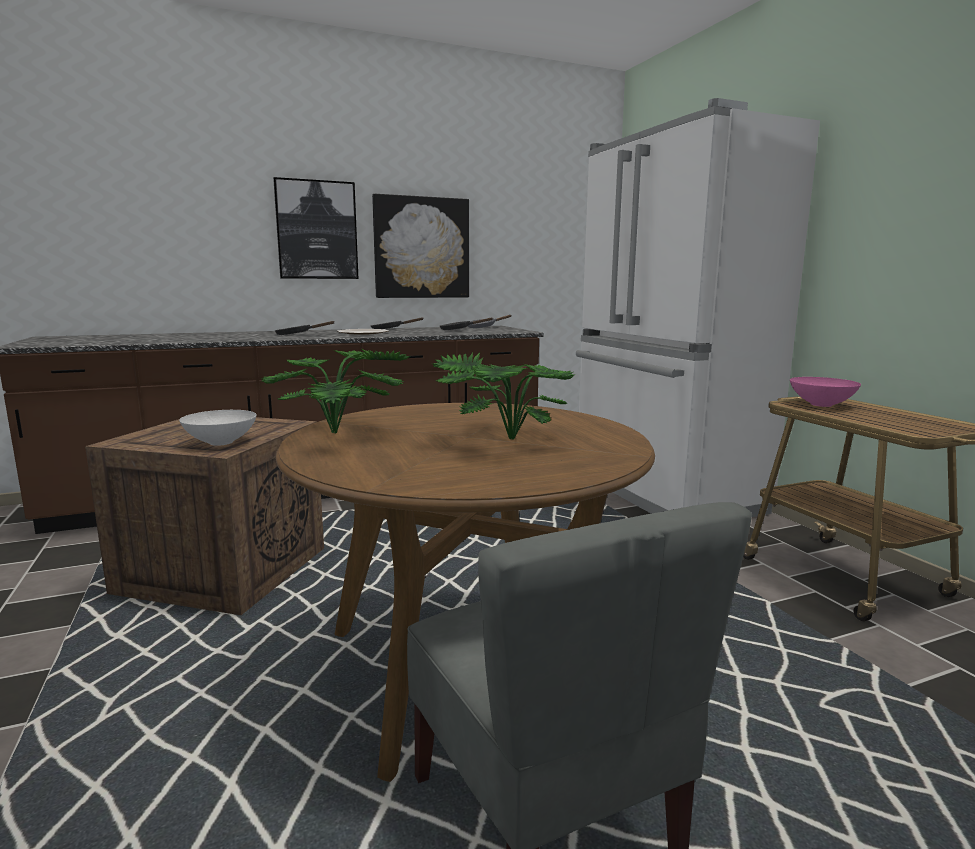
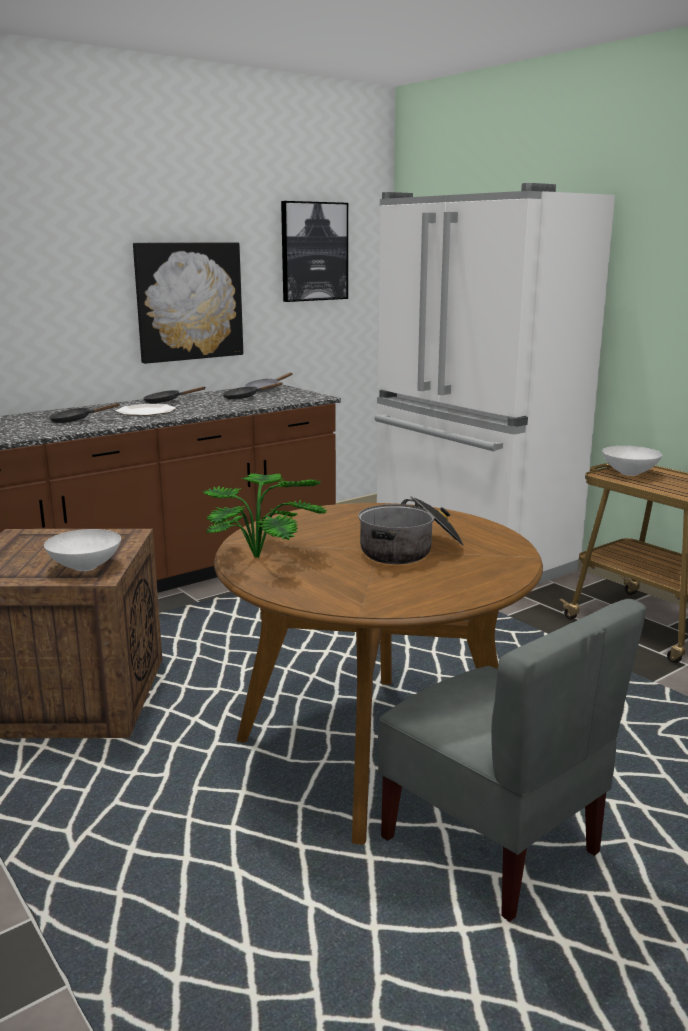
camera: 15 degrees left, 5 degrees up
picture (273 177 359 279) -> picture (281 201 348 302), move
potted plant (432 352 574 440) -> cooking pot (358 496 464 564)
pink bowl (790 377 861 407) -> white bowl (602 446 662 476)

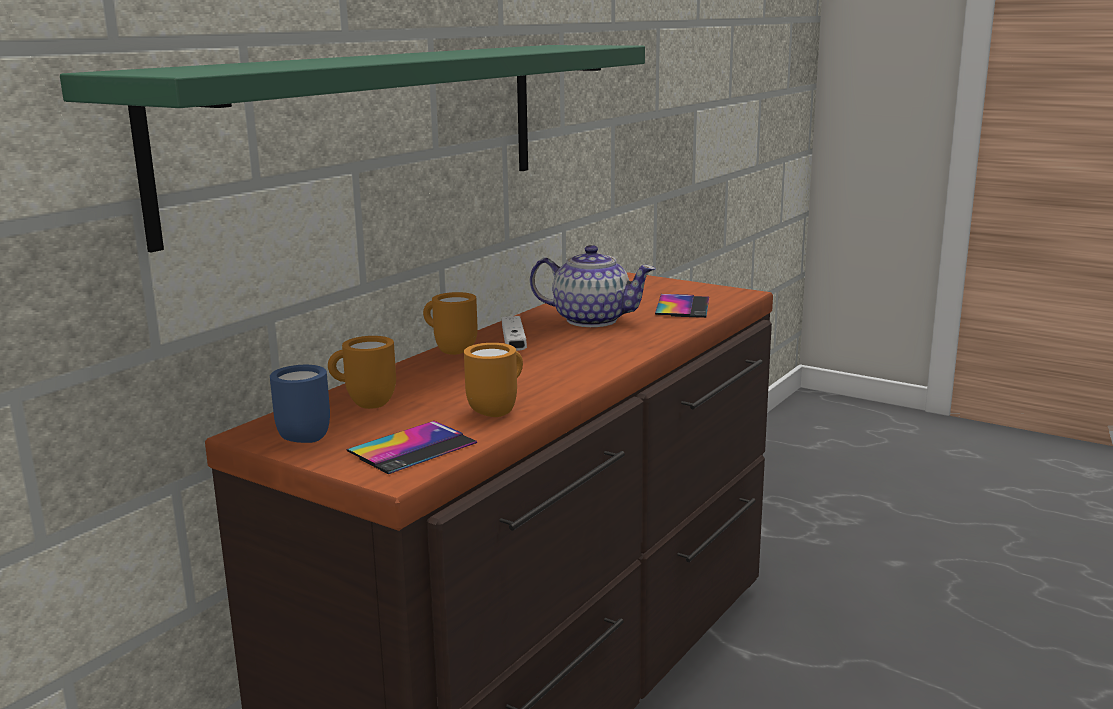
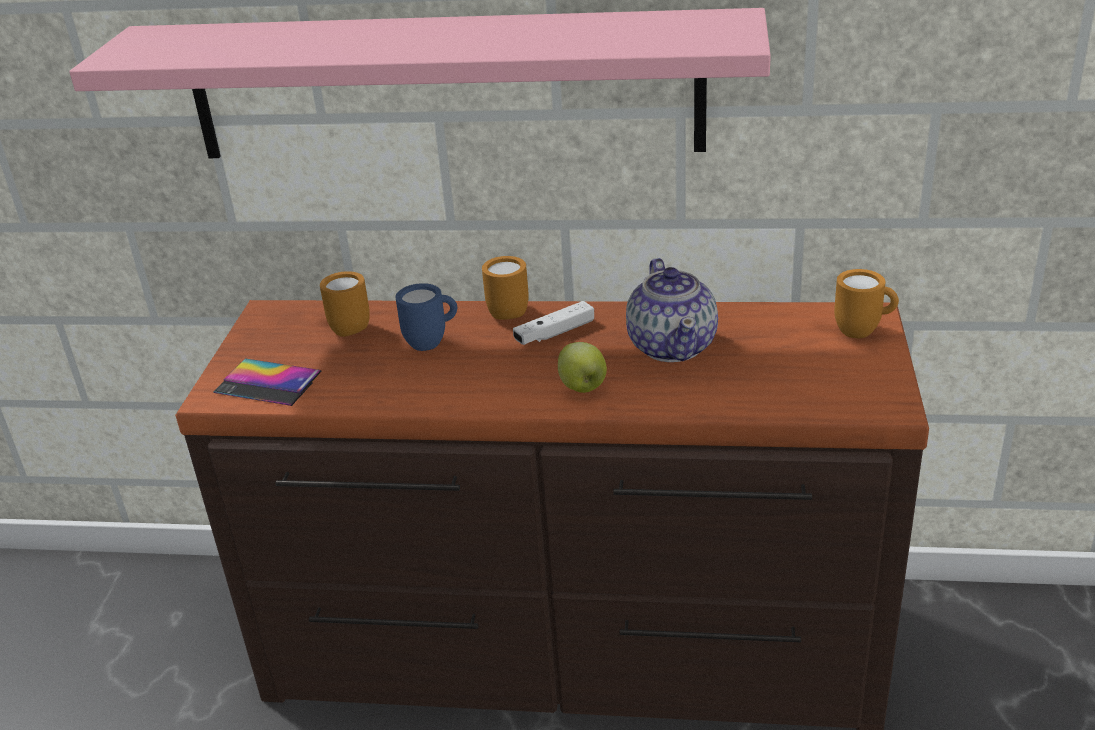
camera: 65 degrees right, 15 degrees up
green shelf (60 45 645 253) -> pink shelf (69 8 771 158)
blue mug (270 365 330 443) -> blue mug (396 283 457 351), move
none -> apple (558 342 607 393)
orange mug (464 343 523 417) -> orange mug (834 269 899 338), move
phone (655 294 709 318) -> none

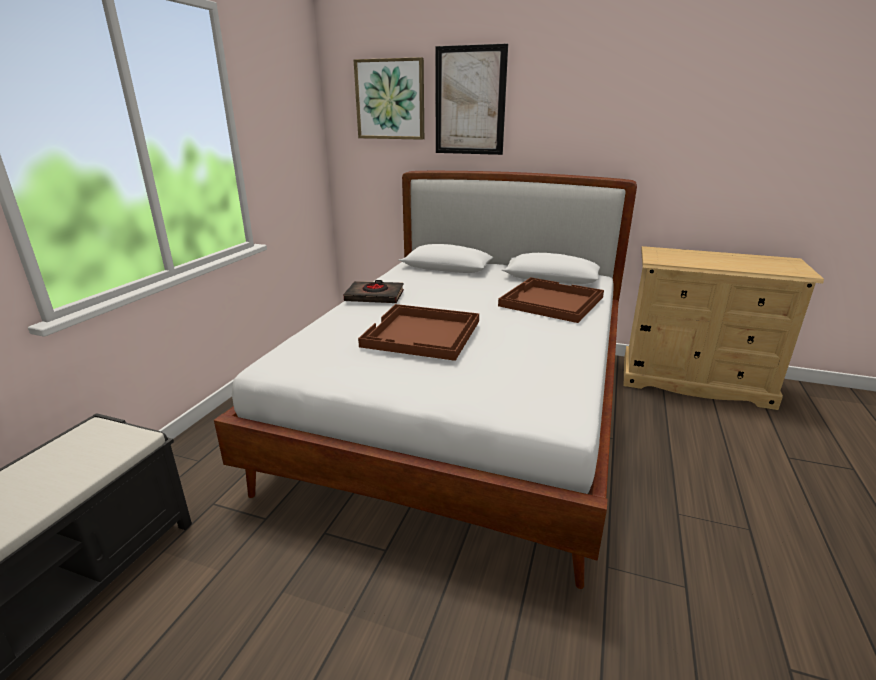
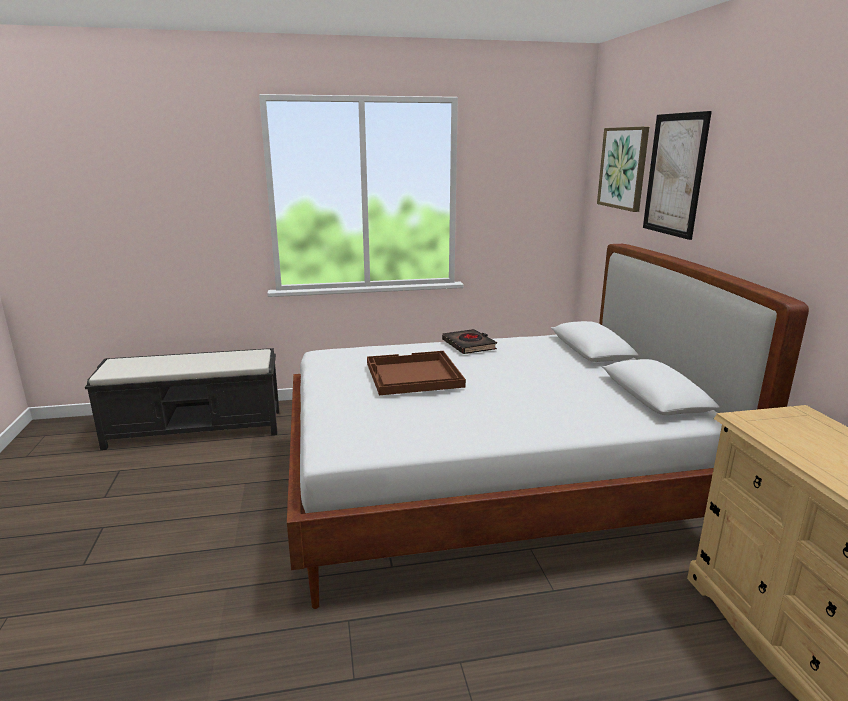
camera: 60 degrees right, 5 degrees down
brown tray (498 277 604 323) -> none

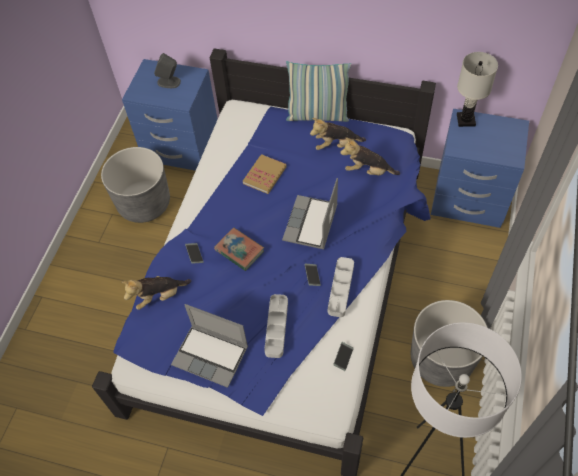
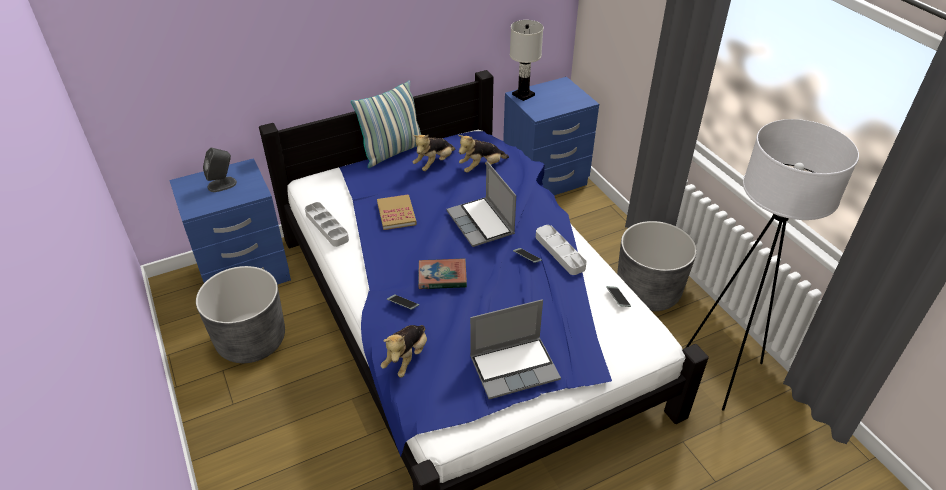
camera: 45 degrees left, 15 degrees down
grey tray (264 294 288 358) -> grey tray (305 202 349 247), move

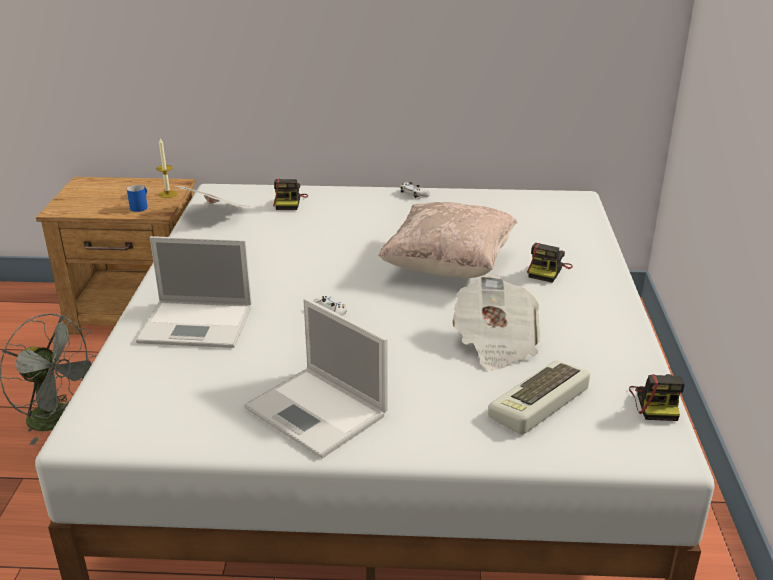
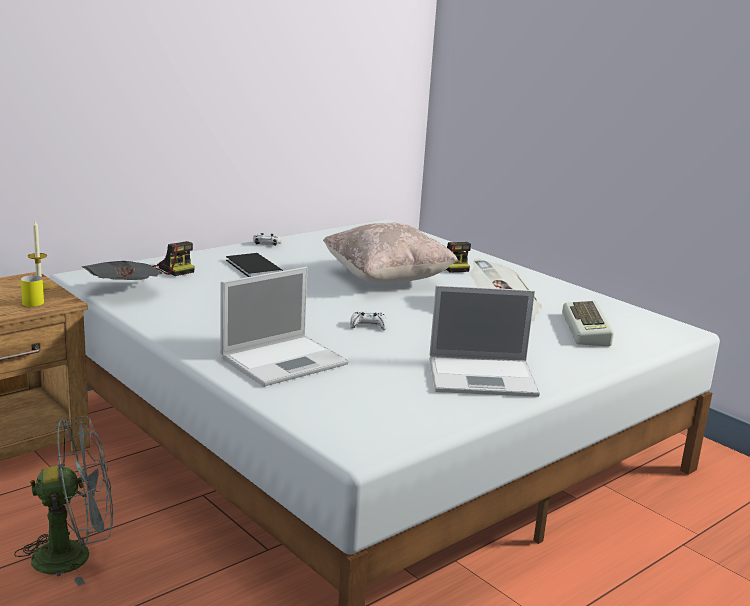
camera: 45 degrees left, 10 degrees down
blue mug (127 185 148 212) -> yellow mug (21 275 44 307)
none -> black book (226 253 283 277)
photo camera (629 374 685 421) -> none

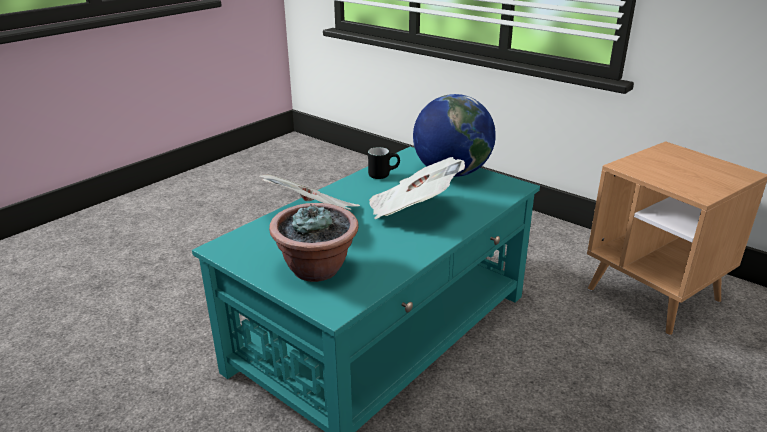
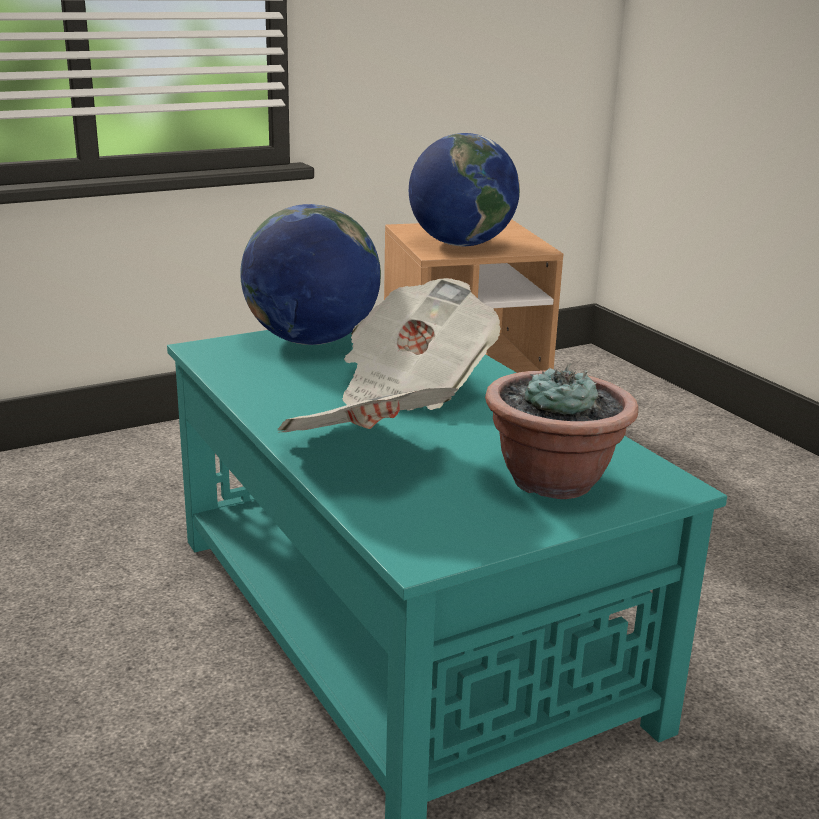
camera: 70 degrees left, 5 degrees down
none -> globe (409 133 520 246)
black mug (368 147 400 179) -> none

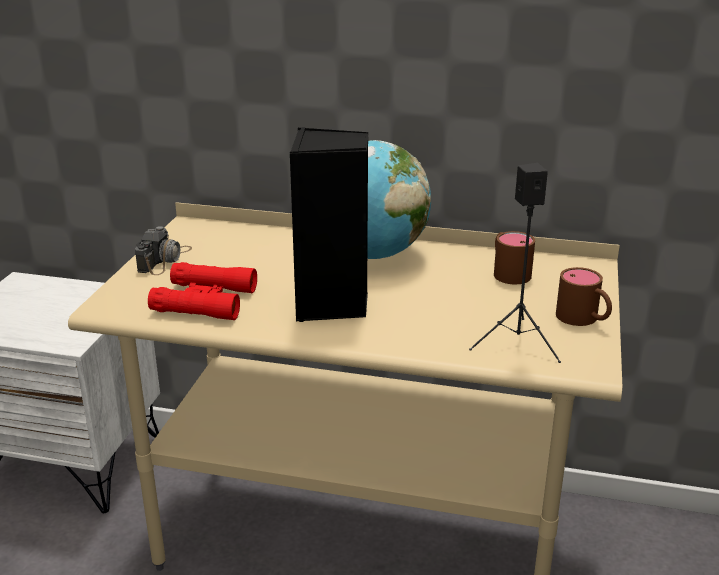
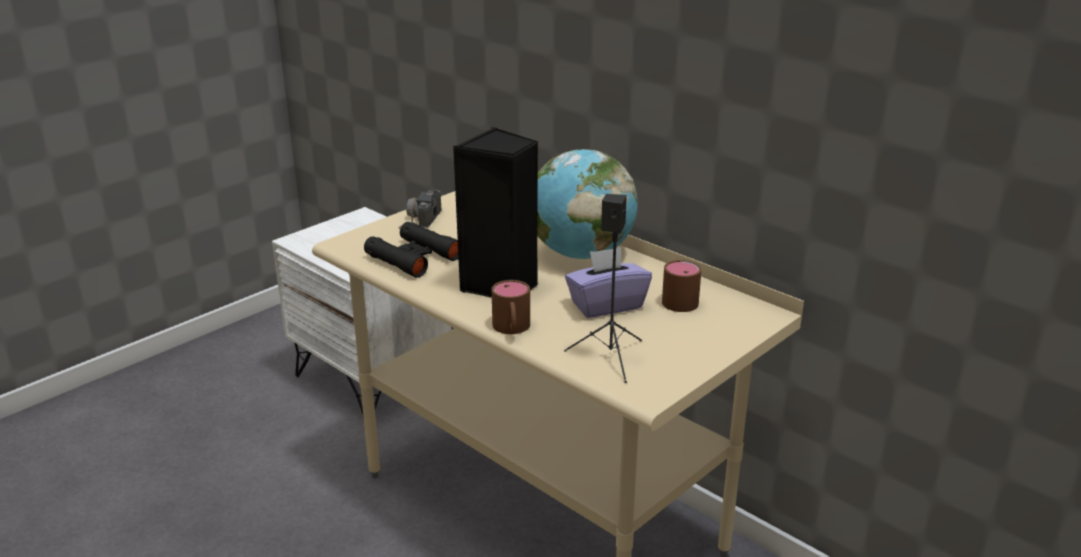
camera: 30 degrees right, 0 degrees up
red binoculars (148 262 257 320) -> black binoculars (364 222 458 278)
photo camera (135 226 192 275) -> photo camera (399 189 442 230), 150 degrees clockwise
brown mug (556 267 612 326) -> brown mug (491 280 530 334), move
none -> purple tissue box (565 247 652 318)

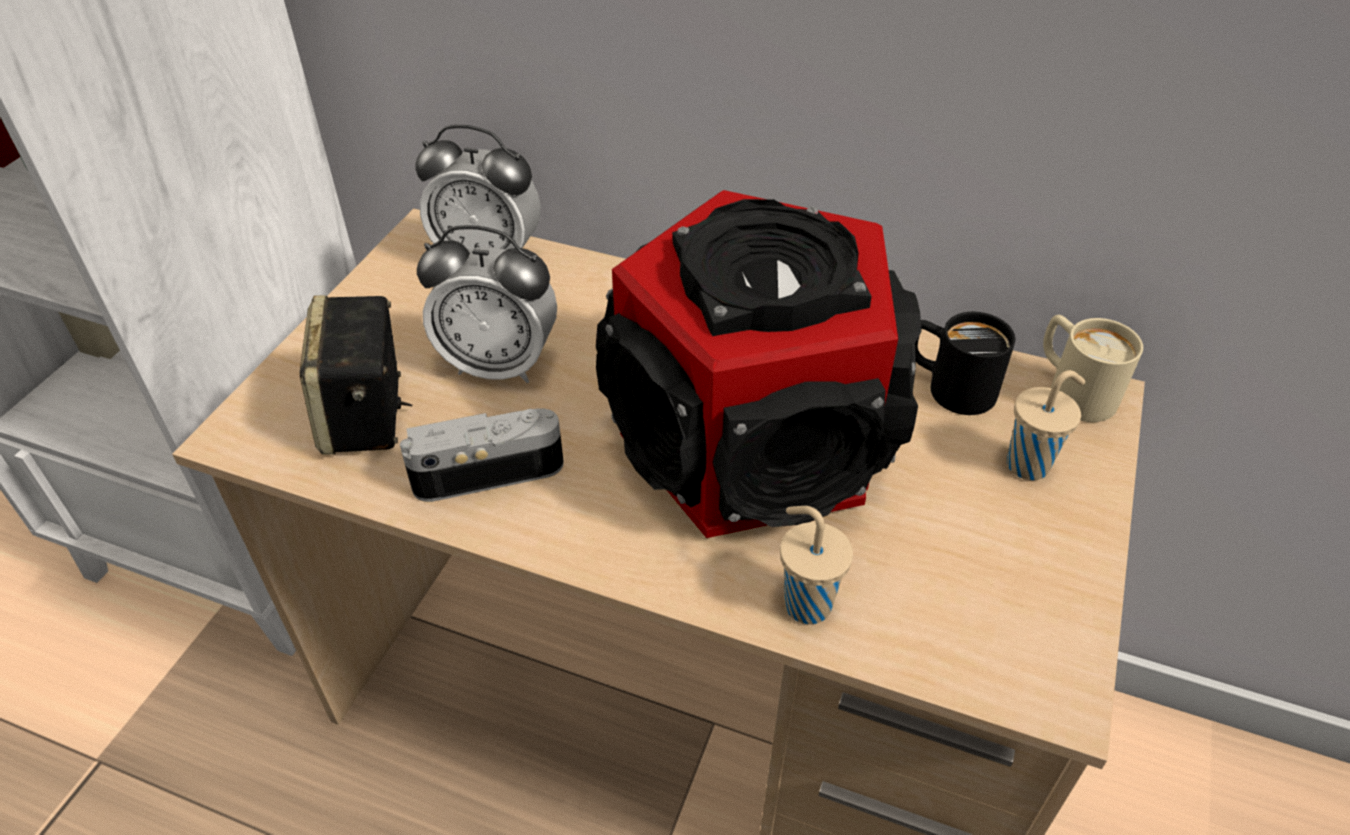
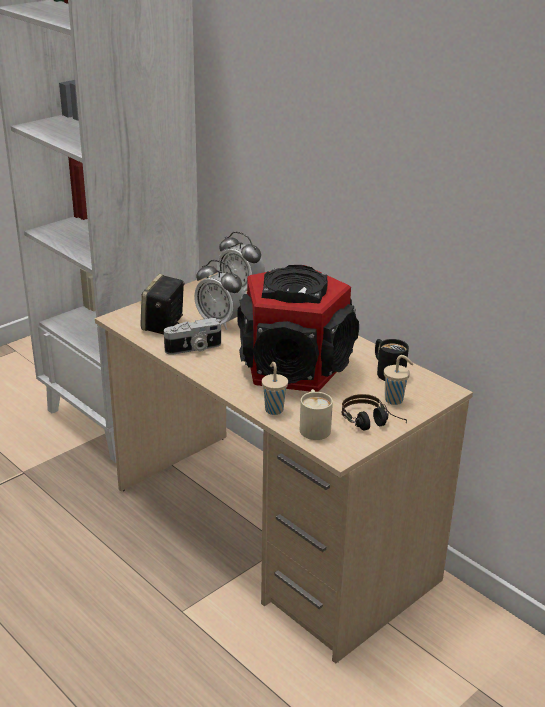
camera: 25 degrees right, 15 degrees down
photo camera (400 408 564 502) -> photo camera (164 318 221 355), 150 degrees clockwise
beige mug (1043 315 1143 422) -> beige mug (300 389 333 440), move
none -> headphones (342 394 407 431)

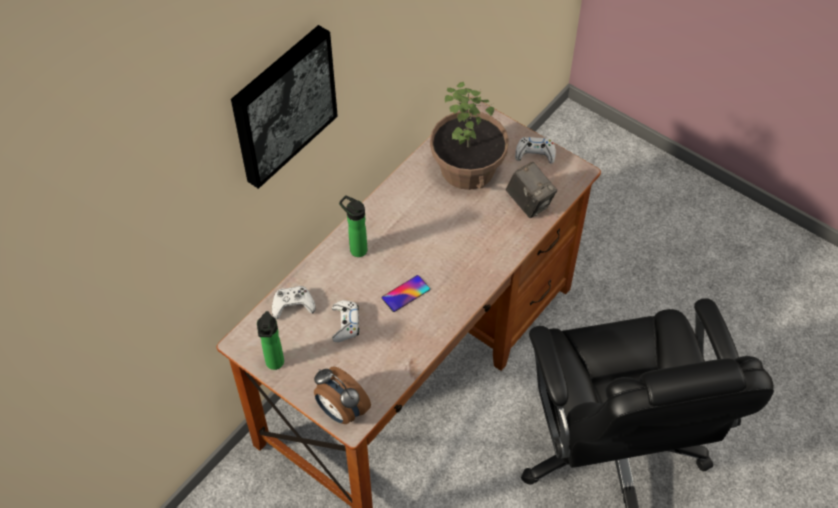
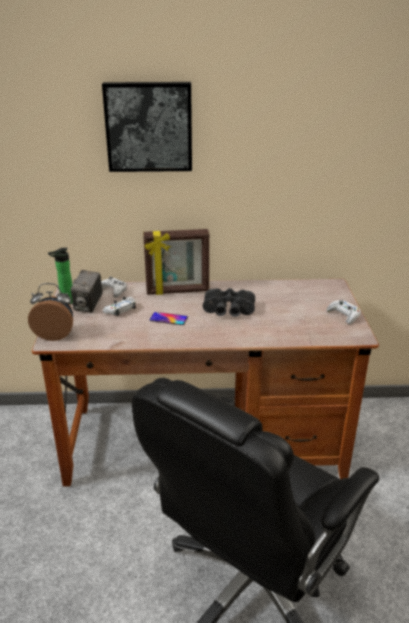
camera: 50 degrees right, 25 degrees down
alarm clock (314 366 371 424) -> alarm clock (28 283 73 341), 90 degrees clockwise
photo camera (506 162 557 218) -> photo camera (71 270 103 313), move
bottle (339 195 367 257) -> picture frame (143 229 209 295)
none -> black binoculars (203 288 255 317)
potted plant (430 82 509 190) -> none

